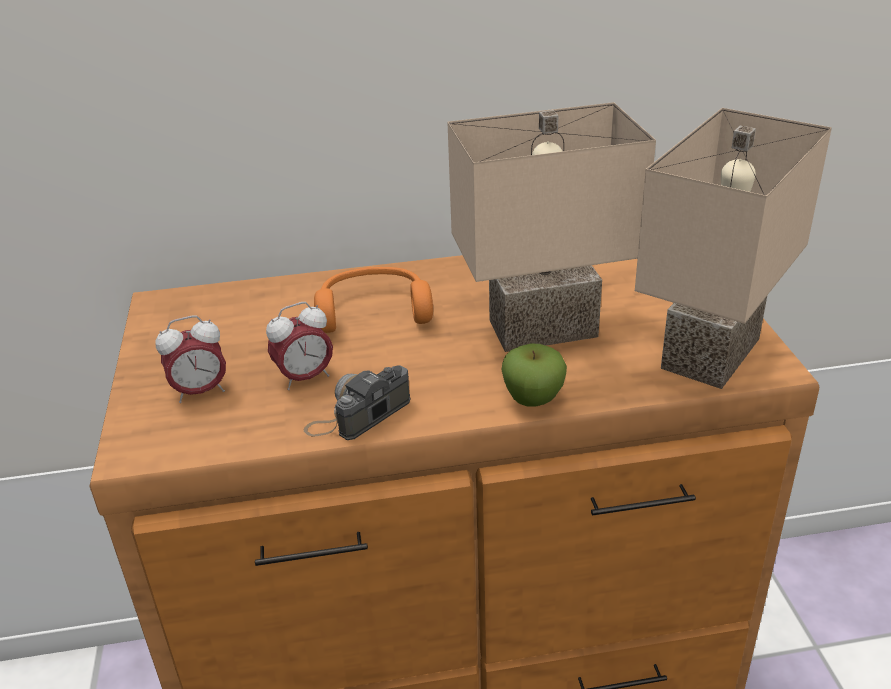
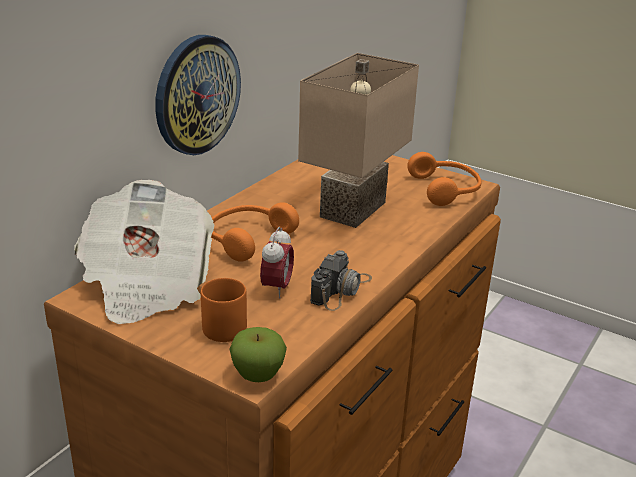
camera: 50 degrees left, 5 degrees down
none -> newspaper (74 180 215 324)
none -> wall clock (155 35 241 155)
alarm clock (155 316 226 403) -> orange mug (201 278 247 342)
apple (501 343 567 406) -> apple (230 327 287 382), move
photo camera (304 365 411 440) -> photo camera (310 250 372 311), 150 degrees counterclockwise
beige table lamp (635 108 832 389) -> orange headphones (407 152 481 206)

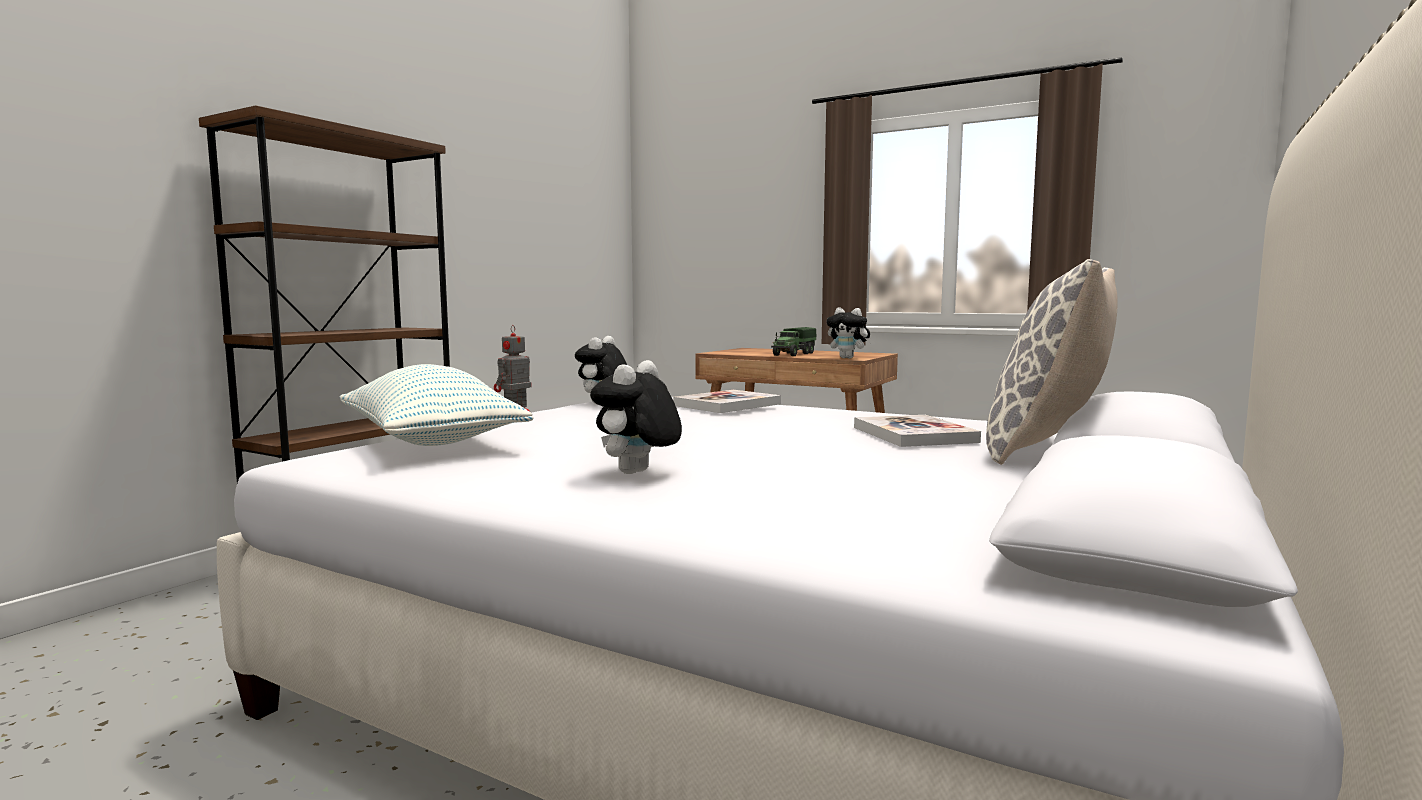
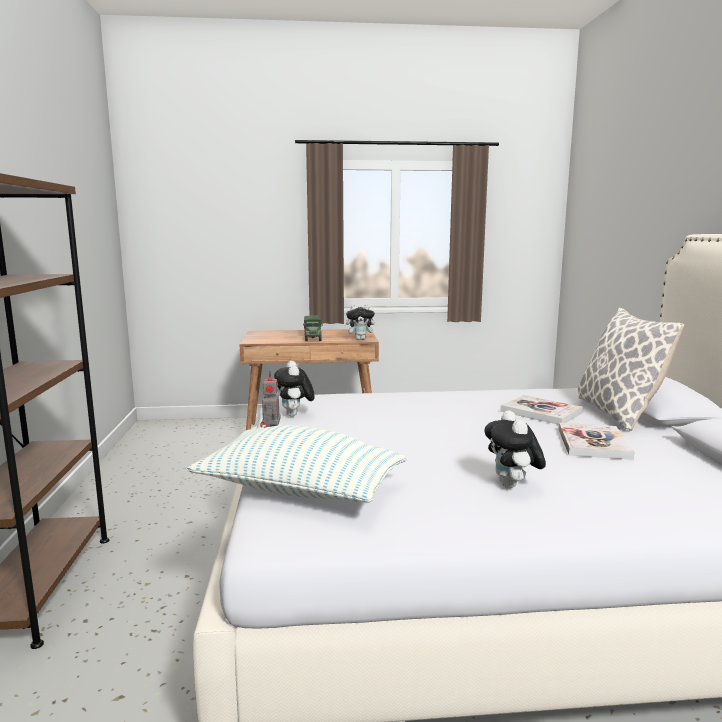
camera: 35 degrees left, 5 degrees up
book (673 390 781 413) -> book (558 423 634 460), move

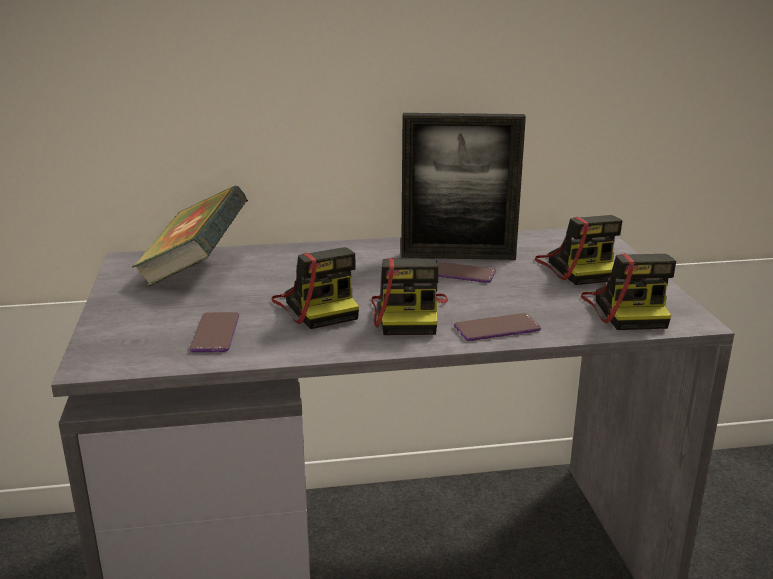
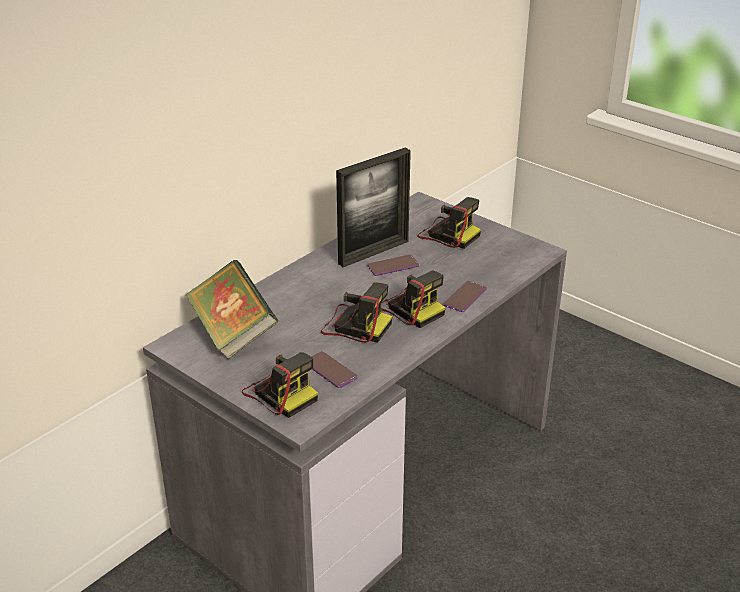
camera: 40 degrees left, 10 degrees up
photo camera (581 253 676 330) -> photo camera (242 352 318 418), move

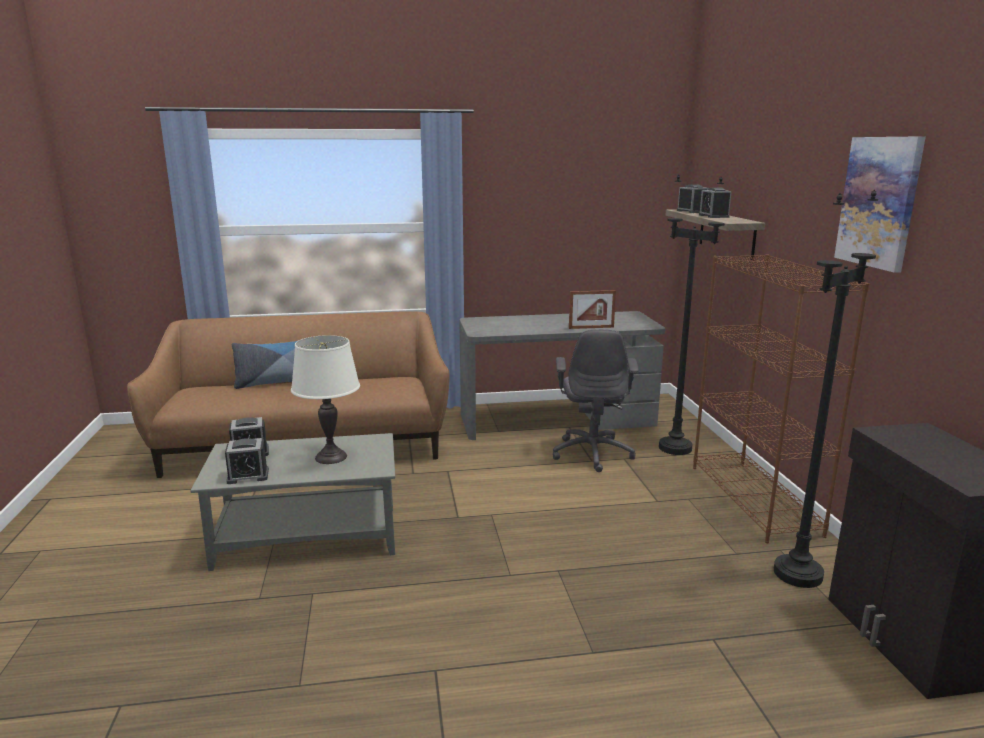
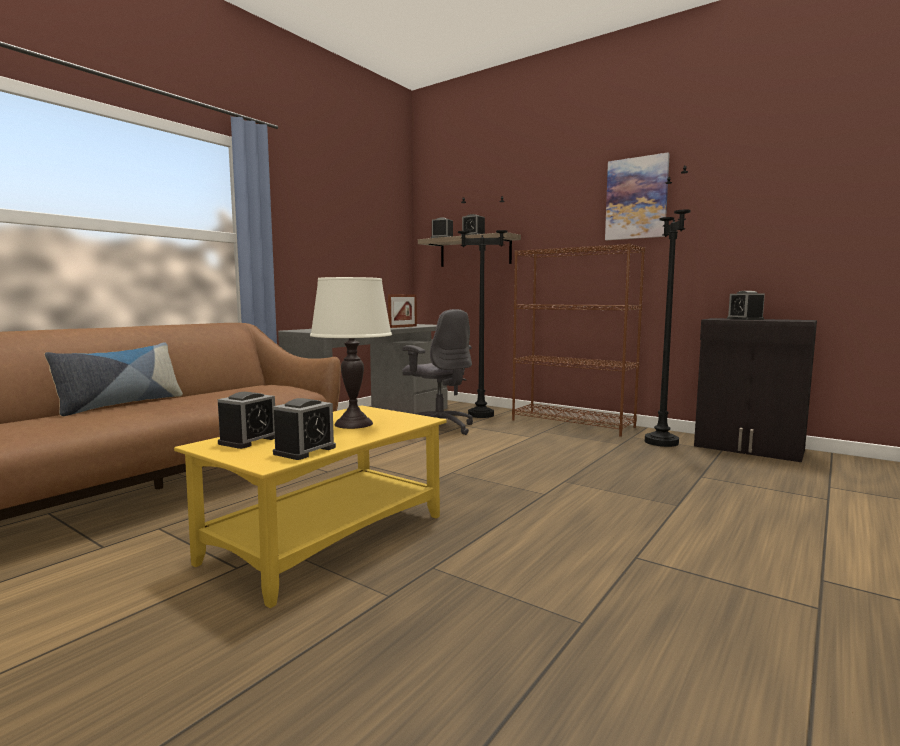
camera: 45 degrees left, 10 degrees down
grey coffee table (190 433 395 571) -> yellow coffee table (174 405 447 608)
none -> alarm clock (727 291 765 320)

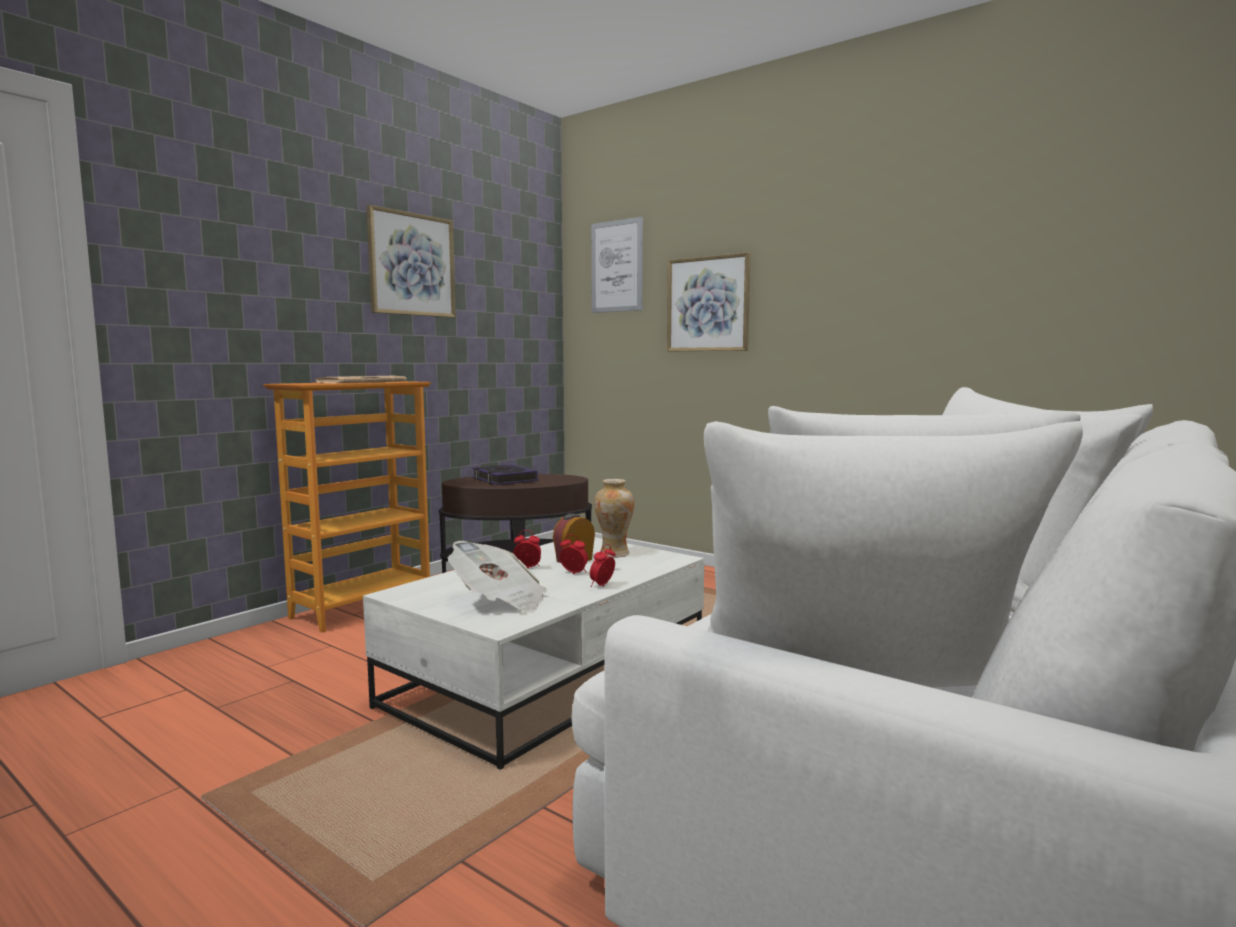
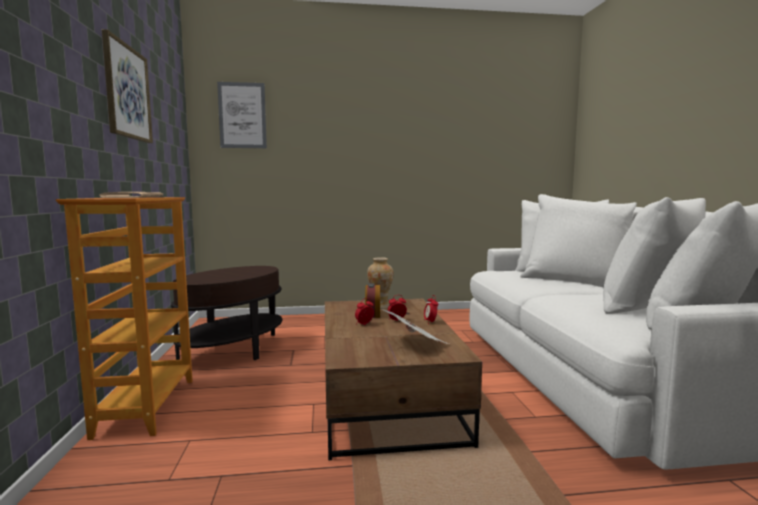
camera: 45 degrees left, 0 degrees up
white coffee table (363 537 704 770) -> brown coffee table (325 299 482 460)
book (472 464 538 485) -> none
picture (667 252 751 351) -> none

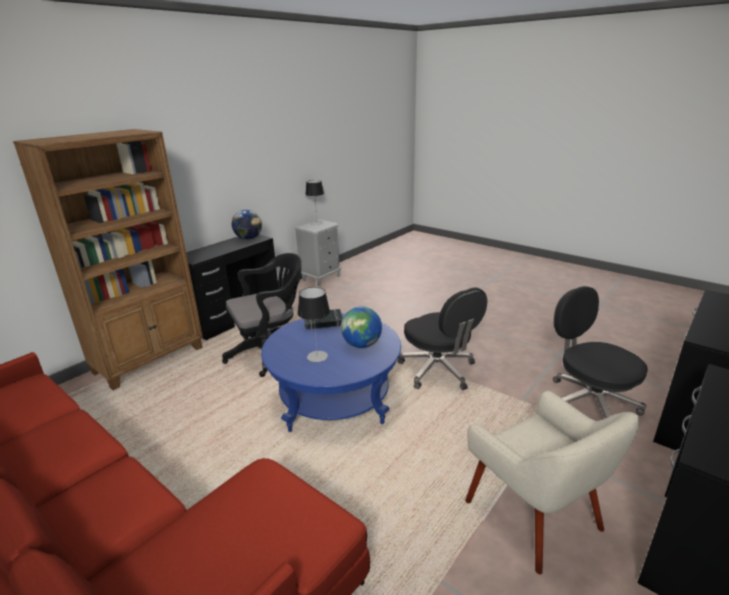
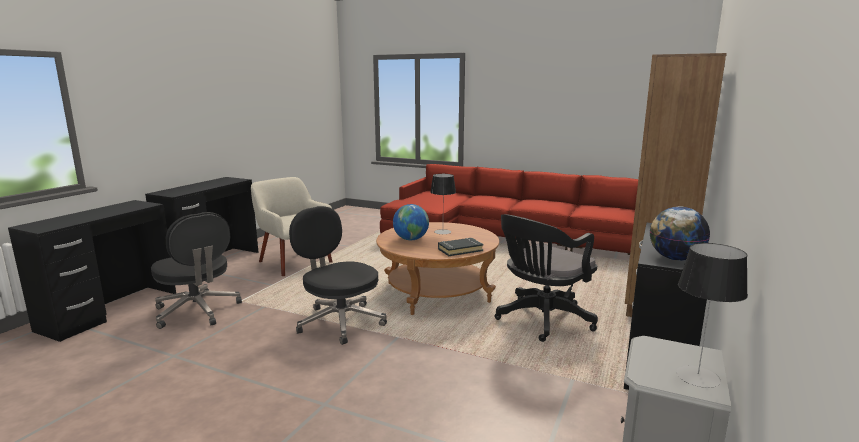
camera: 165 degrees right, 10 degrees down
blue coffee table (261 313 401 432) -> brown coffee table (376 222 499 315)

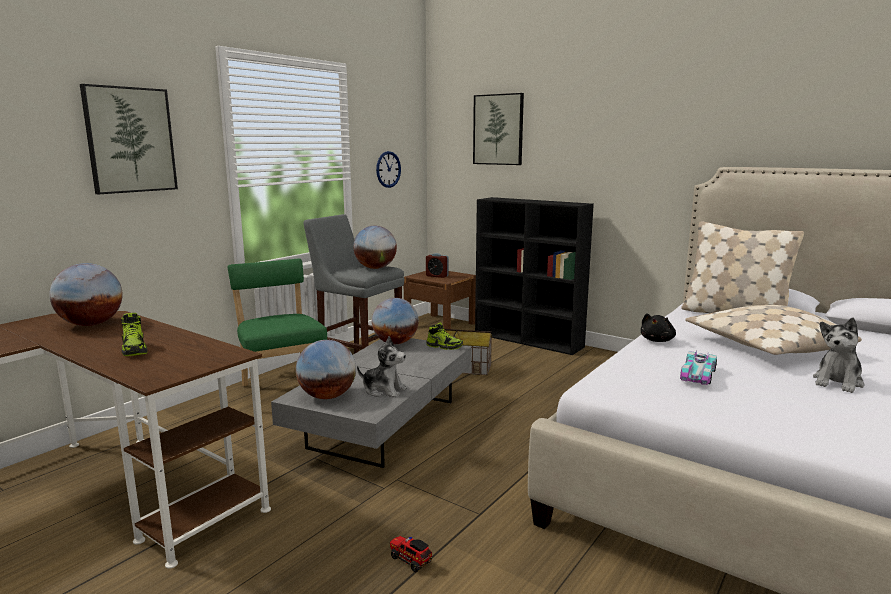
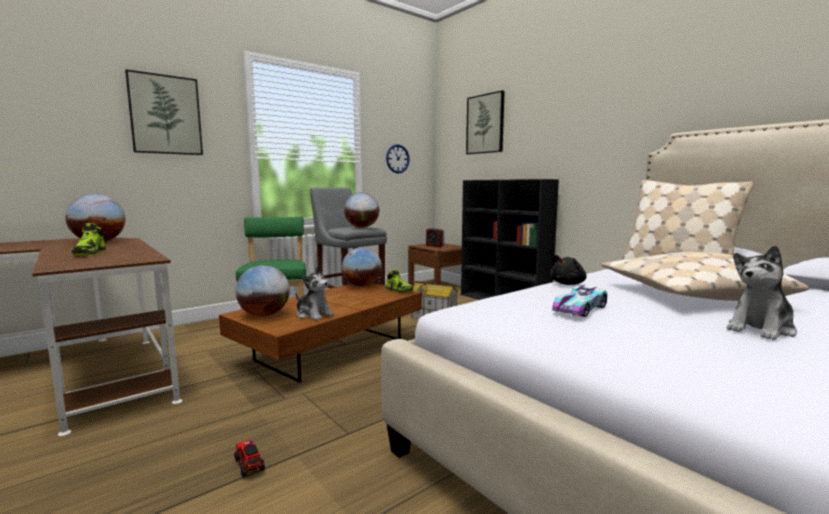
camera: 15 degrees right, 5 degrees down
grey coffee table (271 338 471 468) -> brown coffee table (219 283 422 383)

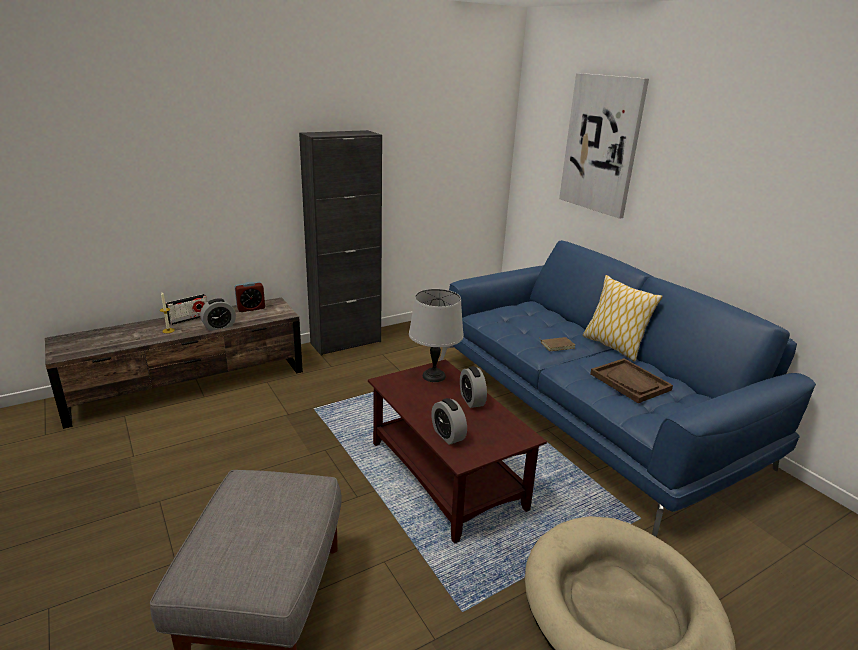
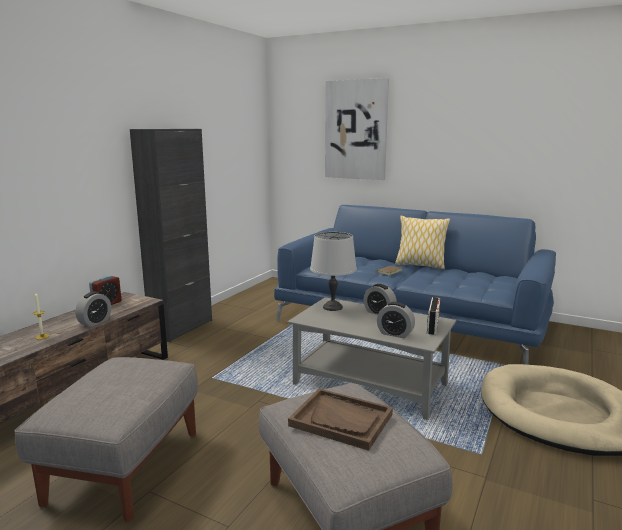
camera: 30 degrees left, 10 degrees down
none -> grey ottoman (14 357 198 522)
brown coffee table (368 359 547 544) -> grey coffee table (287 297 456 420)
brown tray (590 358 673 403) -> brown tray (288 388 393 451), move
radio (166 294 207 325) -> radio (427 297 440 335), move

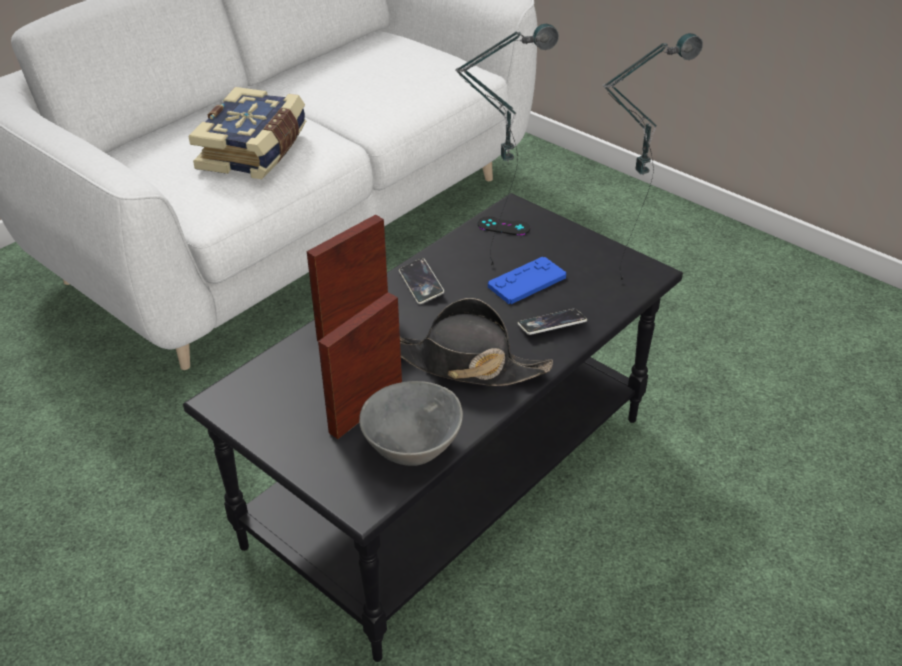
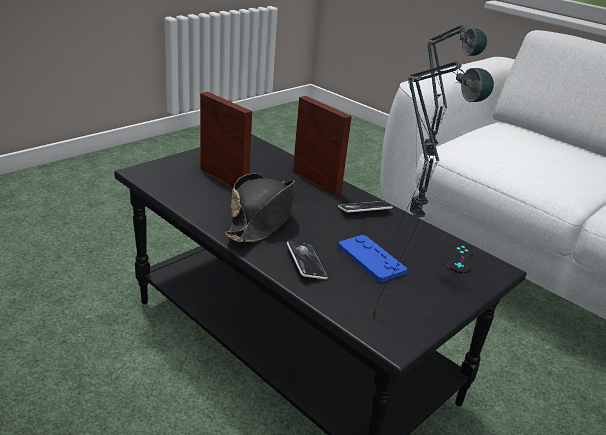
camera: 90 degrees right, 10 degrees down
book (188 87 307 179) -> none
grey bowl (359 381 463 466) -> none

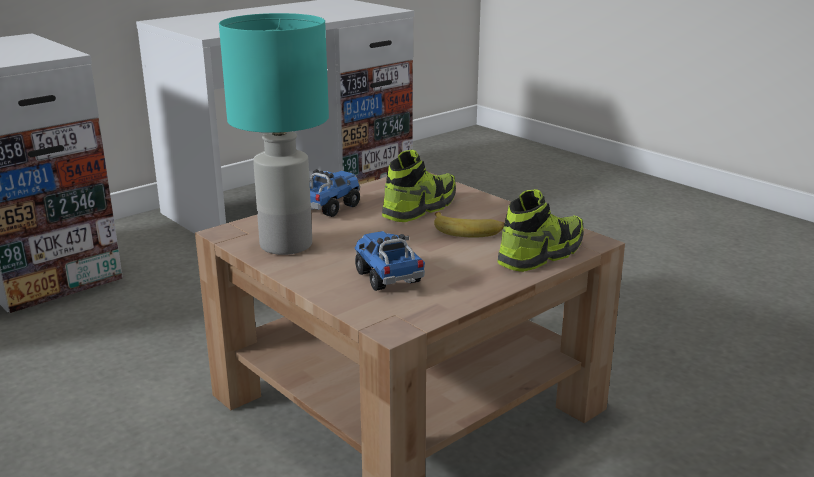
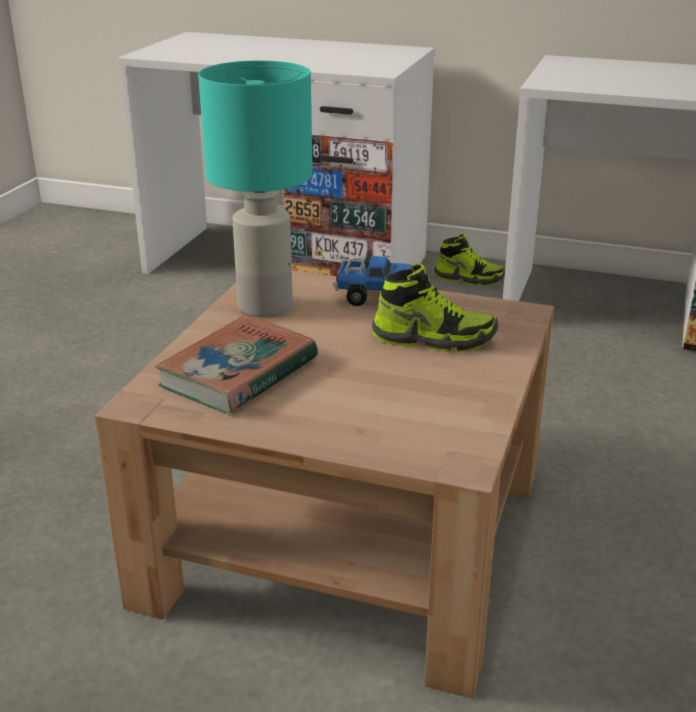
camera: 60 degrees right, 5 degrees up
toy truck (354 231 425 291) -> book (155 315 318 414)
shoe (497 189 584 272) -> shoe (434 234 505 286), move
banana (434 212 505 237) -> none

